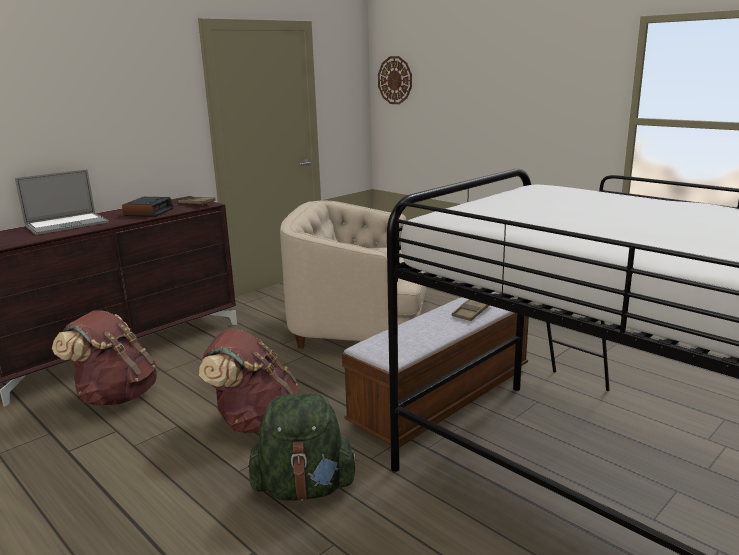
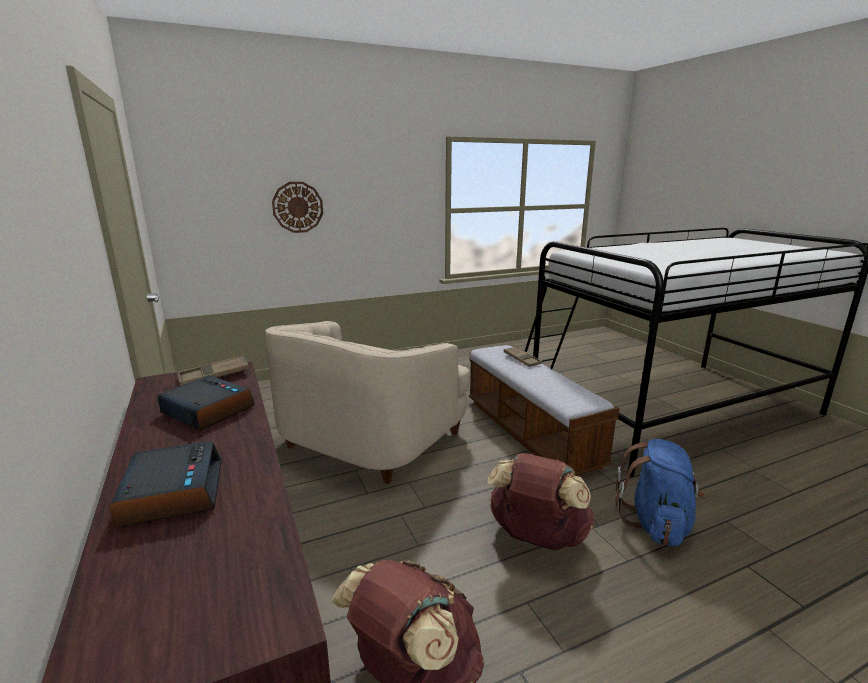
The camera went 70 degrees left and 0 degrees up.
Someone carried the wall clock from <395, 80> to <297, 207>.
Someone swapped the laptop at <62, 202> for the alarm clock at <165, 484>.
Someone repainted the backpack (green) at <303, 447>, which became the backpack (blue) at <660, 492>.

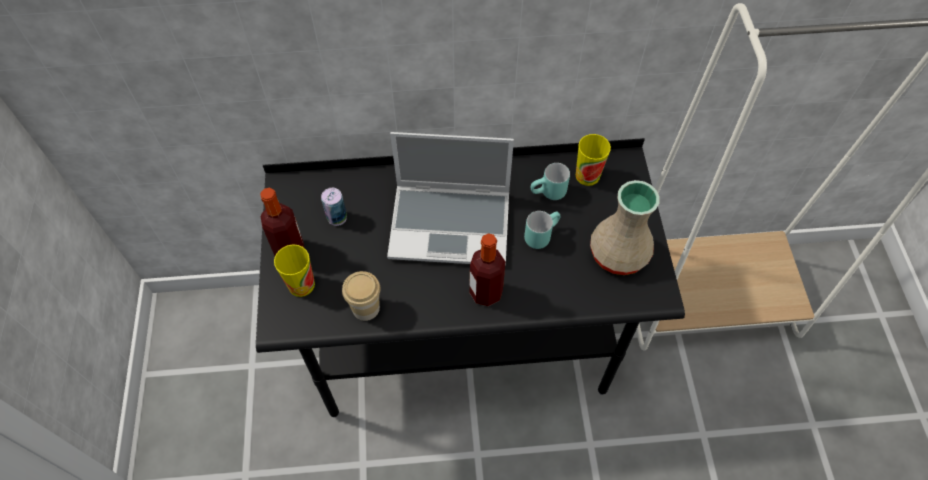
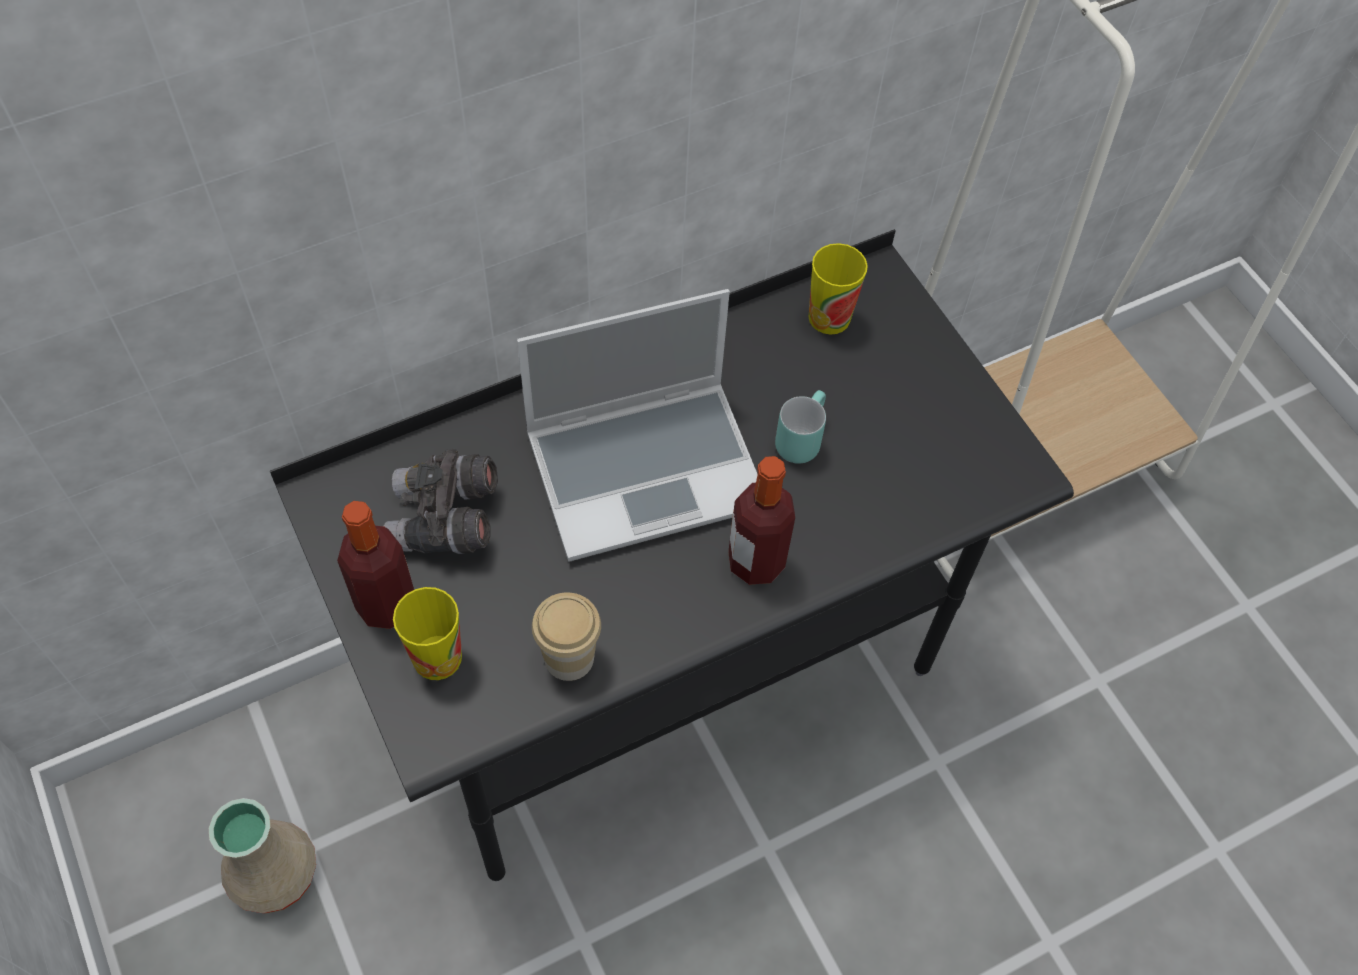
The camera went 25 degrees left and 0 degrees up.
Someone took away the mug (turquoise) at <550, 181>.
Someone carried the vase (beige) from <625, 227> to <262, 855>.
Someone swapped the can at <334, 207> for the binoculars (grey) at <440, 501>.

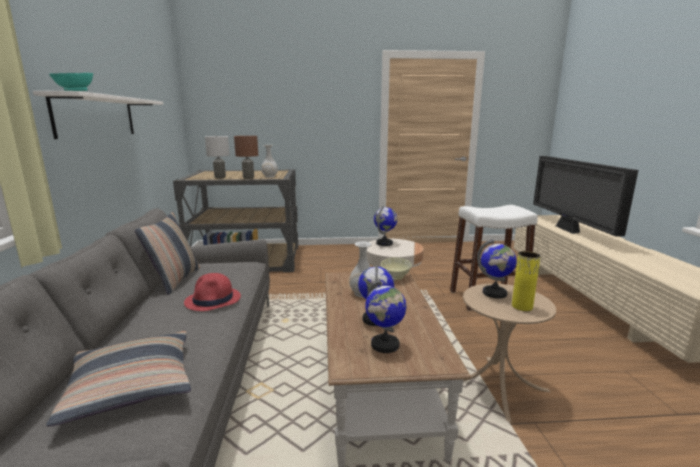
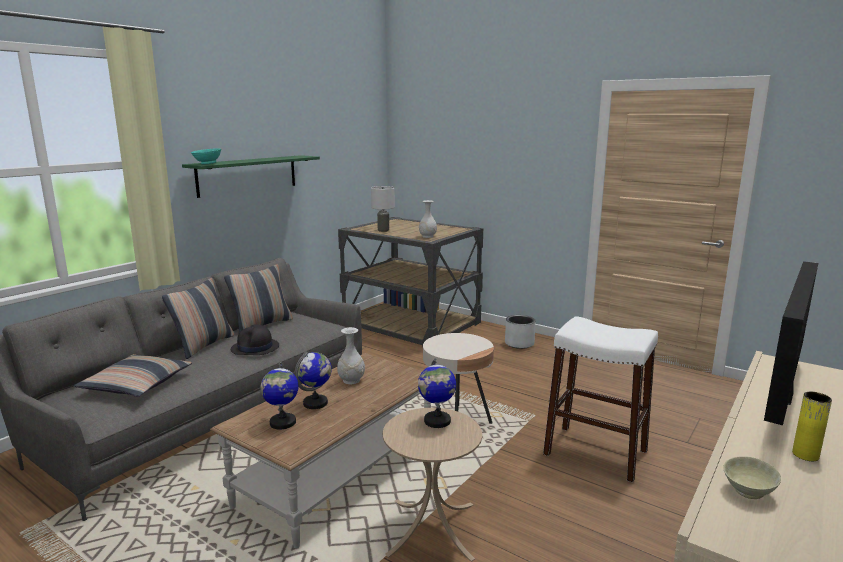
The camera went 40 degrees right and 0 degrees up.
Someone took away the table lamp (brown) at <246, 157>.
Someone took away the globe at <386, 226>.
Someone put down the pillow at <198, 318>.
Someone put down the planter (grey) at <520, 332>.
Someone carried the bowl (beige) from <396, 269> to <752, 478>.
Someone carried the vase (yellow) from <526, 281> to <812, 426>.
Someone repainted the shelf (white) at <98, 115>, which became the shelf (green) at <251, 176>.
Someone repainted the hat (red) at <212, 292>, which became the hat (black) at <255, 340>.

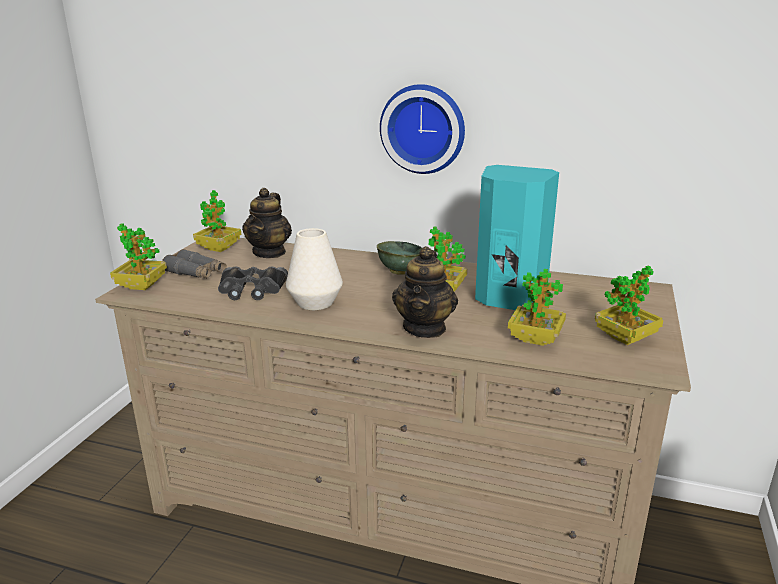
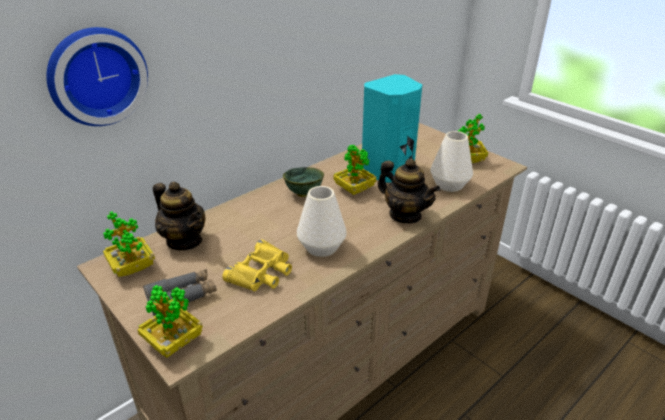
The camera went 60 degrees left and 10 degrees up.
Someone carried the wall clock from <422, 129> to <97, 76>.
Someone swapped the potted plant at <537, 307> for the vase (white) at <451, 161>.
Someone repainted the binoculars (black) at <253, 283>, which became the binoculars (yellow) at <257, 265>.

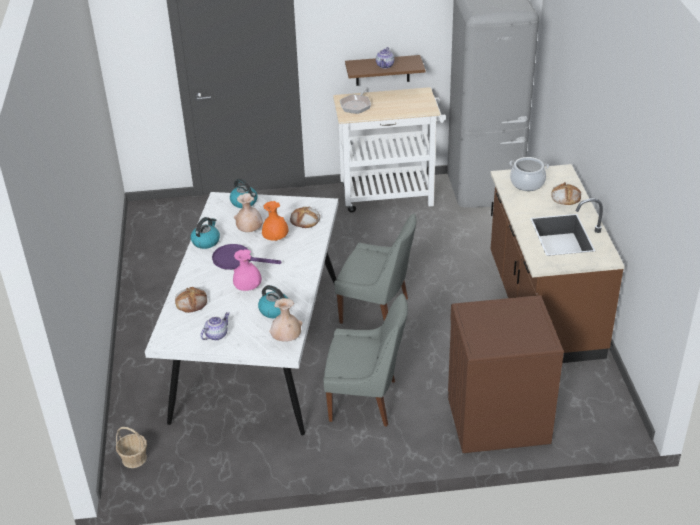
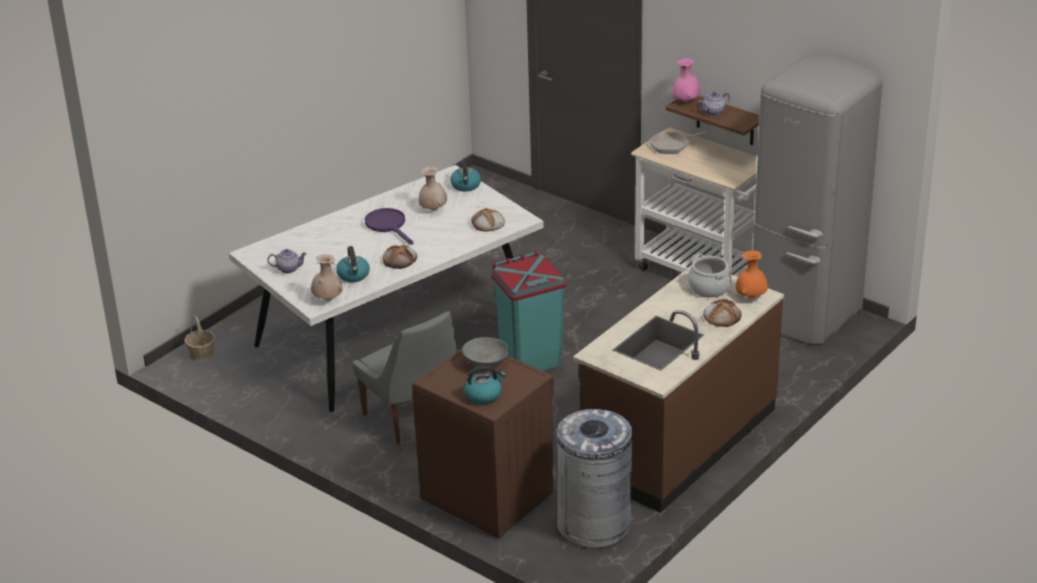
The camera went 45 degrees right and 5 degrees down.
Someone put down the bowl (grey) at <485, 352>.
Someone put down the trash can (grey) at <594, 478>.
Someone carried the bread from <191, 300> to <399, 257>.
Someone carried the kettle from <205, 233> to <485, 384>.
Someone carried the vase (pink) from <247, 270> to <686, 80>.
Someone carried the vase (orange) from <275, 221> to <752, 275>.
Someone swapped the chair (grey) at <375, 268> for the trash can (turquoise) at <528, 311>.

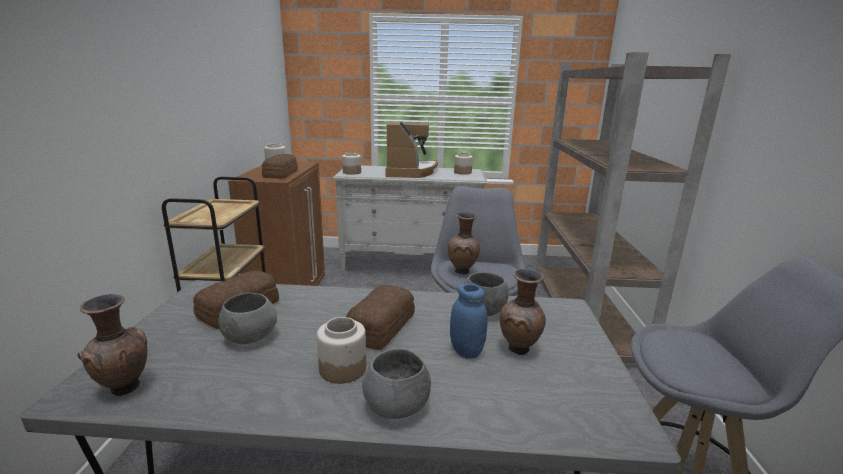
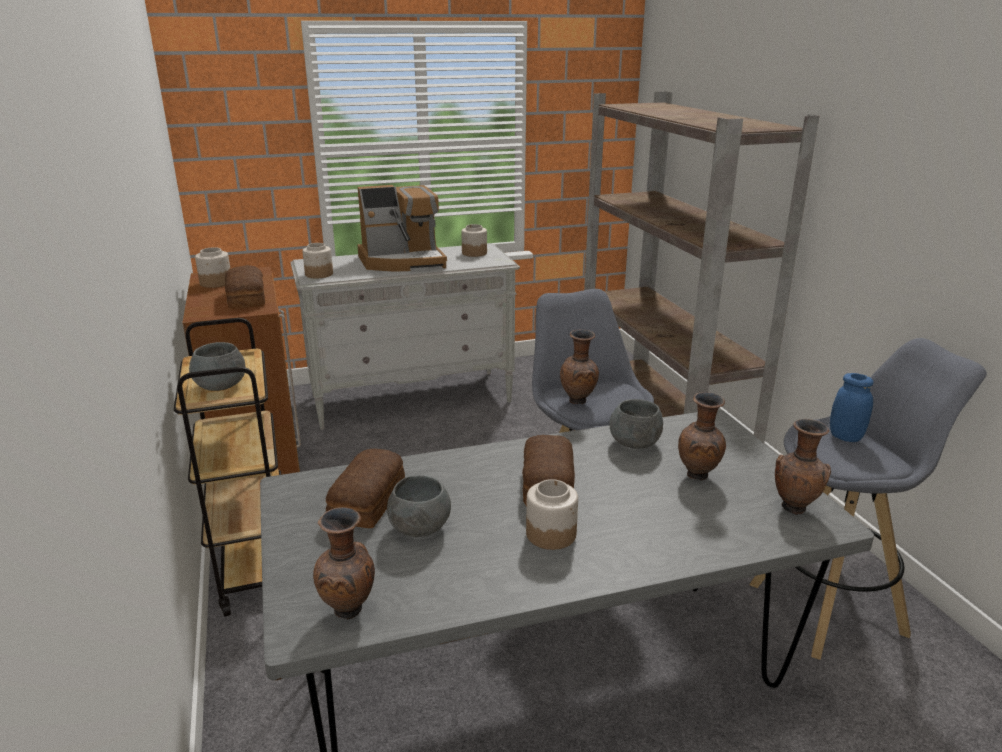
The camera went 20 degrees left and 5 degrees up.
Someone put down the vase (brown) at <803, 467>.
Someone carried the bowl (grey) from <396, 383> to <217, 366>.
Someone carried the jar (blue) from <469, 321> to <851, 407>.
Someone rotated the coffee machine at <412, 150> by 90 degrees clockwise.

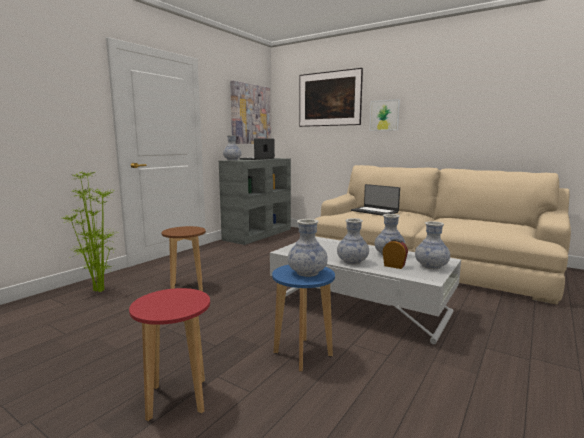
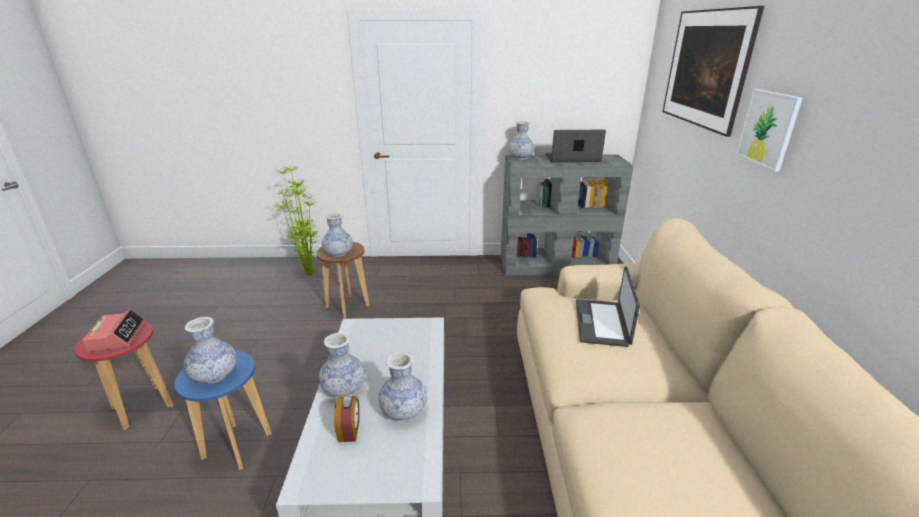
The camera went 55 degrees right and 15 degrees up.
Someone took away the picture at <250, 112>.
Someone put down the alarm clock at <114, 330>.
Someone carried the vase from <432, 245> to <337, 235>.

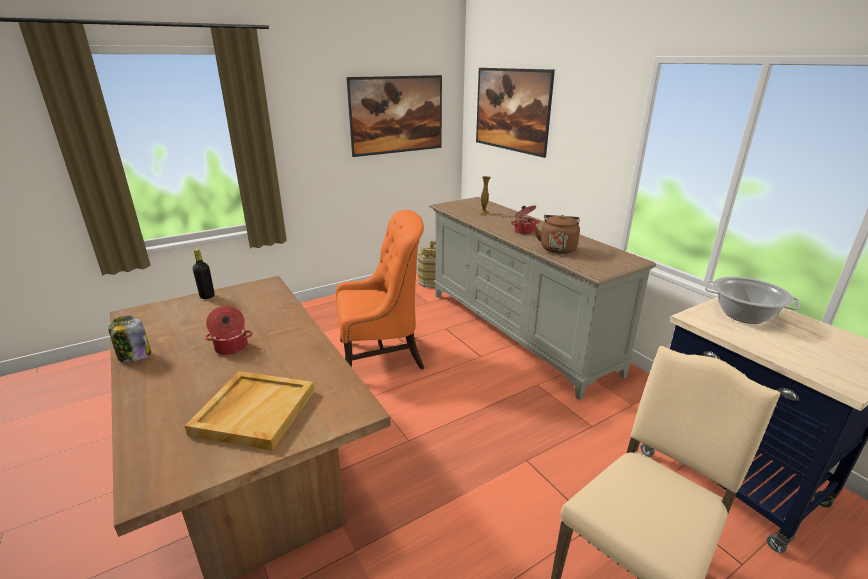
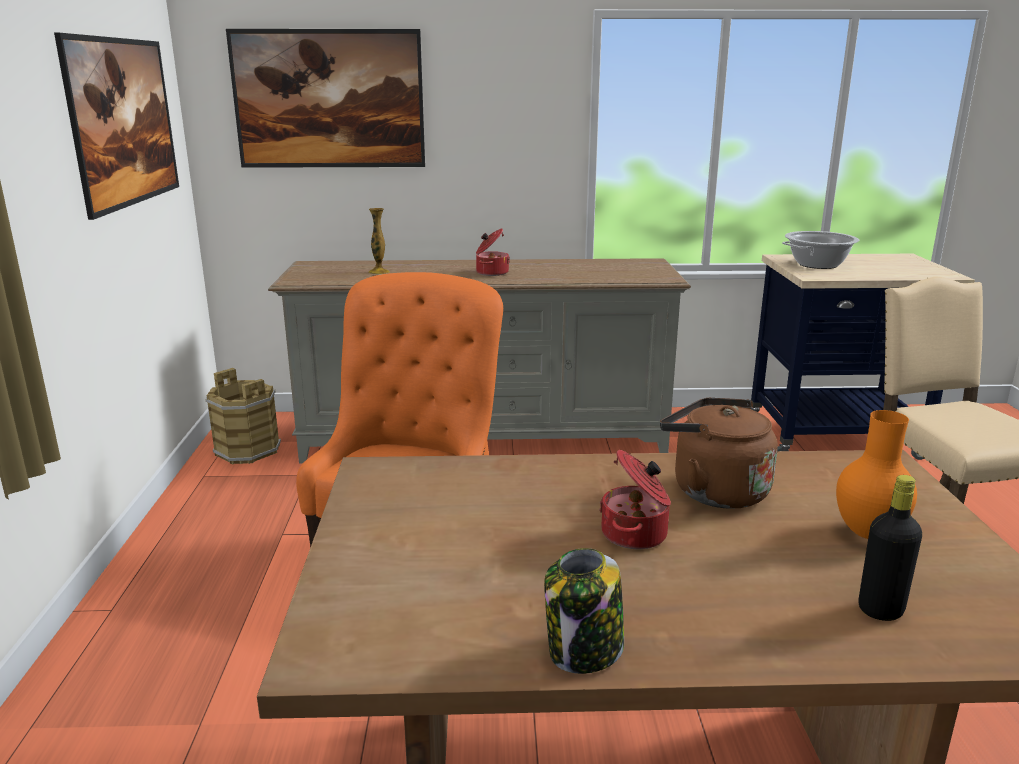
The camera went 60 degrees left and 5 degrees down.
Someone carried the bottle (black) from <204, 274> to <890, 548>.
Someone carried the kettle (brown) from <557, 234> to <719, 453>.
Someone swapped the tray (beige) at <250, 411> for the vase (orange) at <876, 474>.

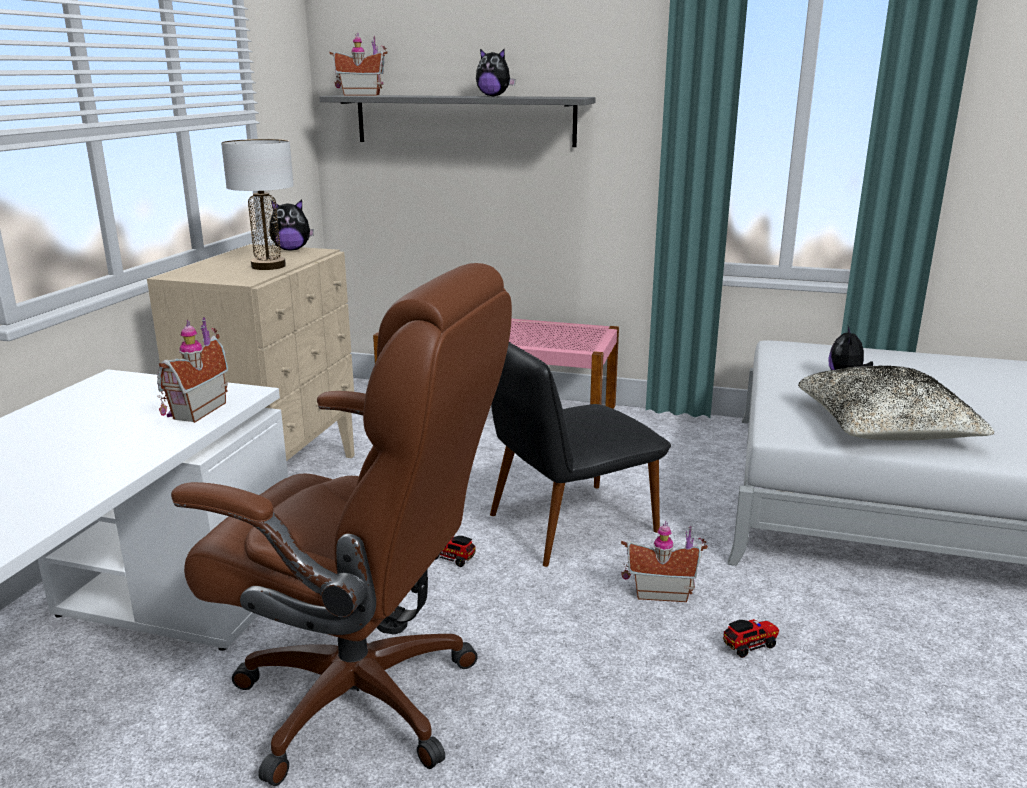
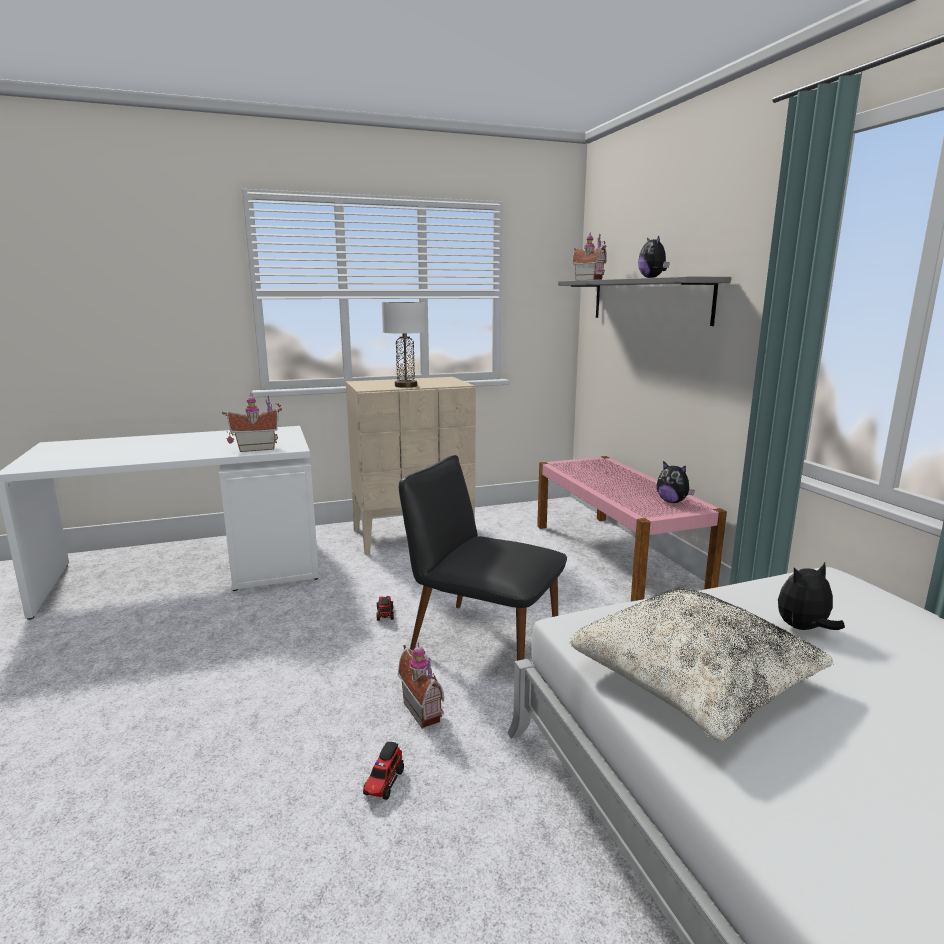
The camera went 55 degrees right and 5 degrees down.
Someone took away the office chair (brown) at <341, 524>.
Someone carried the plush toy from <291, 225> to <676, 482>.
Someone rotated the toy truck at <751, 638> by 75 degrees clockwise.

